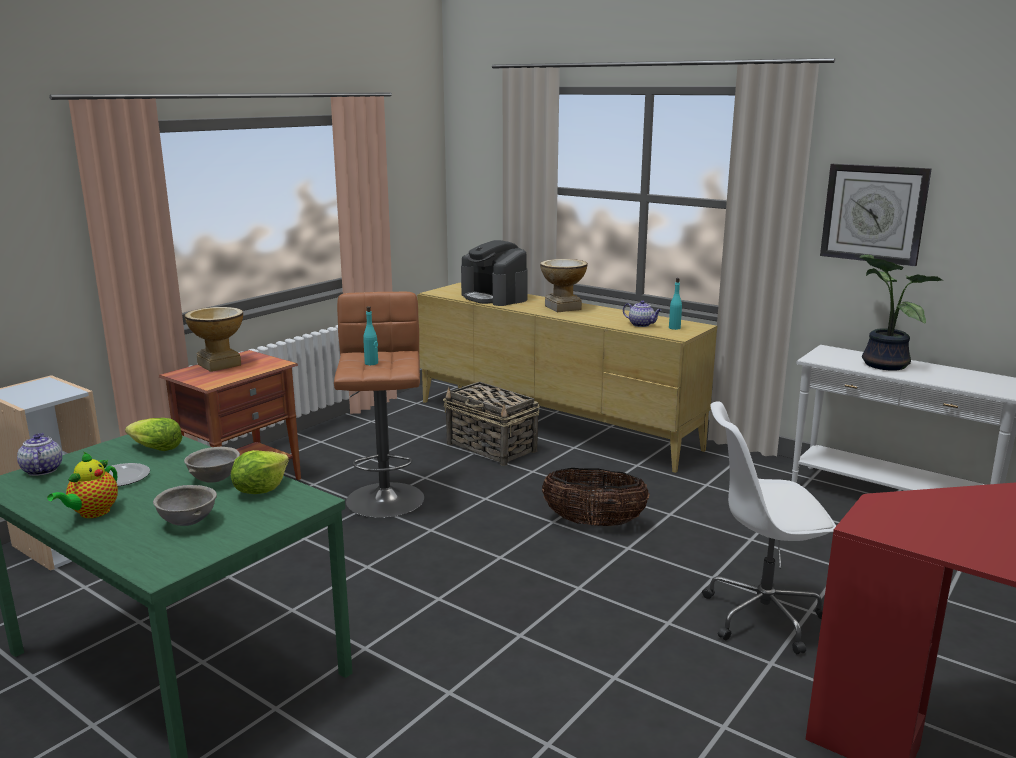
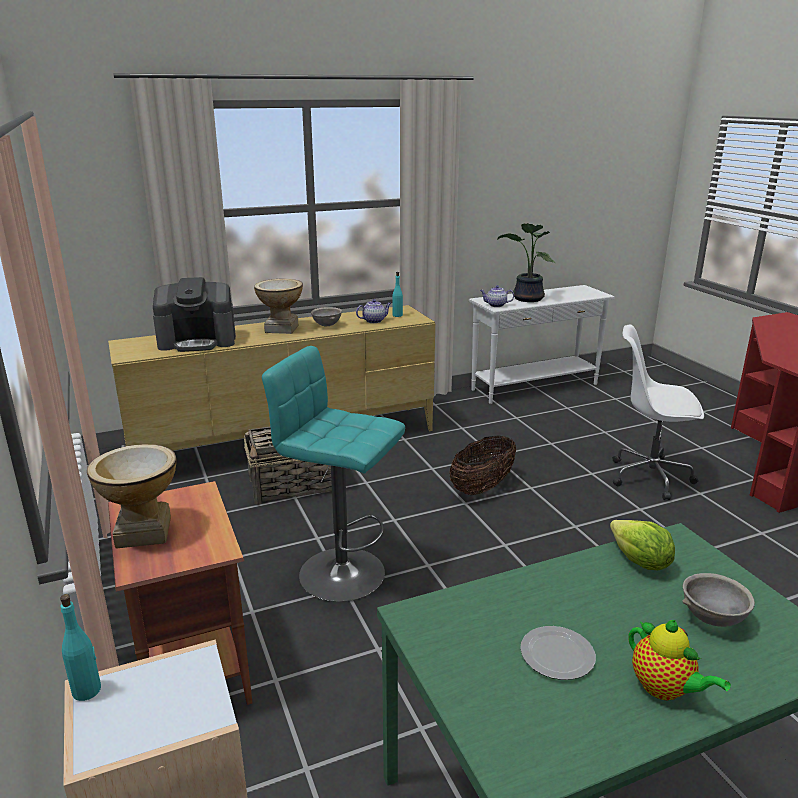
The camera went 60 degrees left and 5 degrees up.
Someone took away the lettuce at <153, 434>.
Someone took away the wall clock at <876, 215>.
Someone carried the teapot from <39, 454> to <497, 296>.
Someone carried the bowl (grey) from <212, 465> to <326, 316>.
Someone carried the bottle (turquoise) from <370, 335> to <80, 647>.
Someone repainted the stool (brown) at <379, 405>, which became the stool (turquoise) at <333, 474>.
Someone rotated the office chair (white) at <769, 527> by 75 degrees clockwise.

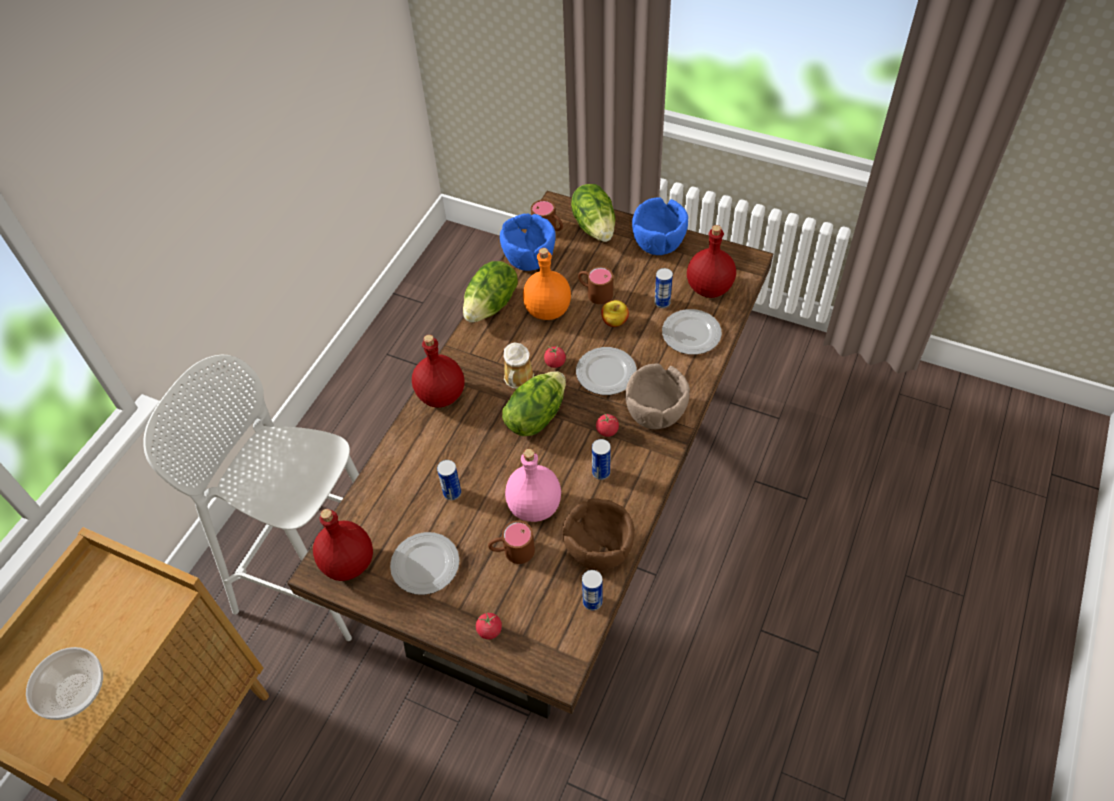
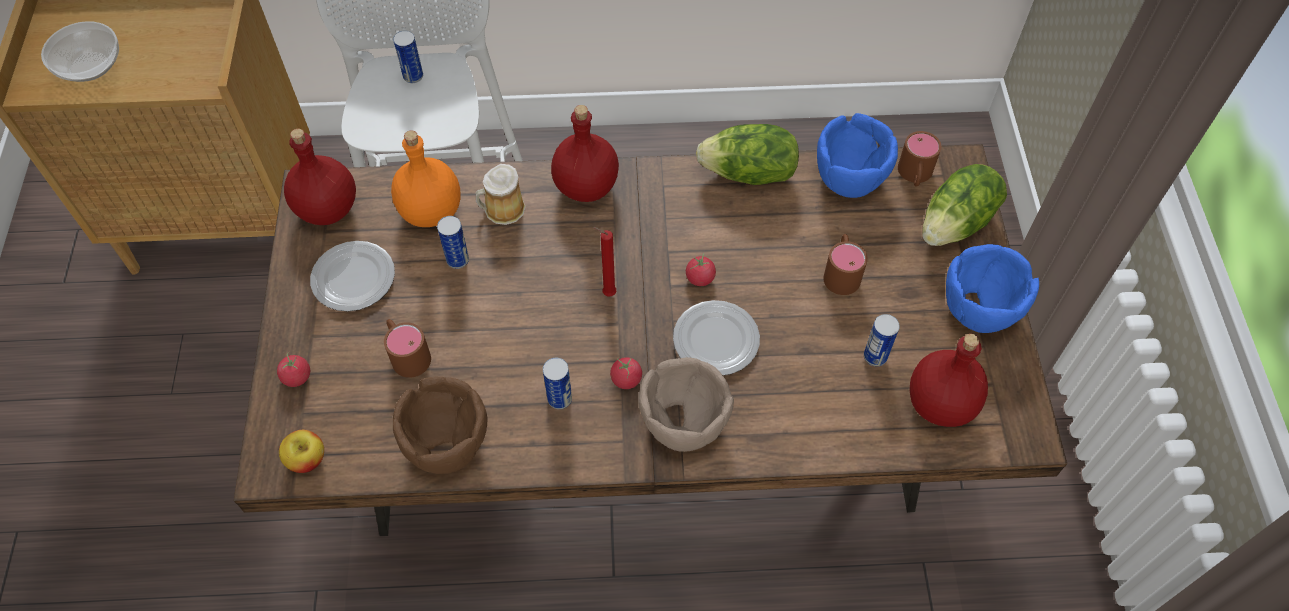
The camera went 60 degrees right and 5 degrees up.
Someone took away the bottle (pink) at <533, 485>.
Someone took away the plate at <692, 332>.
Someone carried the mug from <519, 365> to <501, 194>.
Someone carried the bottle (orange) from <547, 284> to <426, 179>.
Someone carried the can from <592, 590> to <408, 57>.
Someone carried the apple from <615, 313> to <301, 451>.
Someone swapped the lettuce at <534, 403> for the candle (red) at <605, 261>.

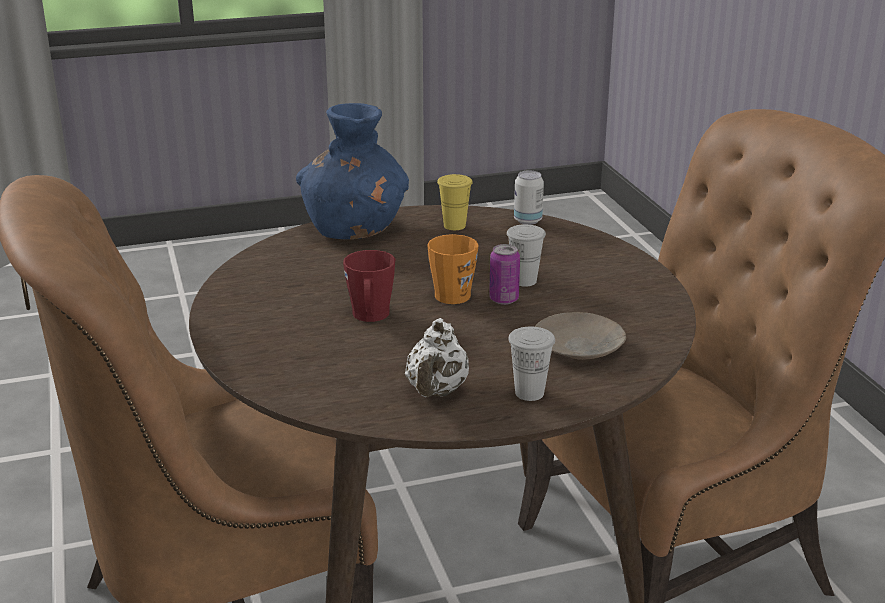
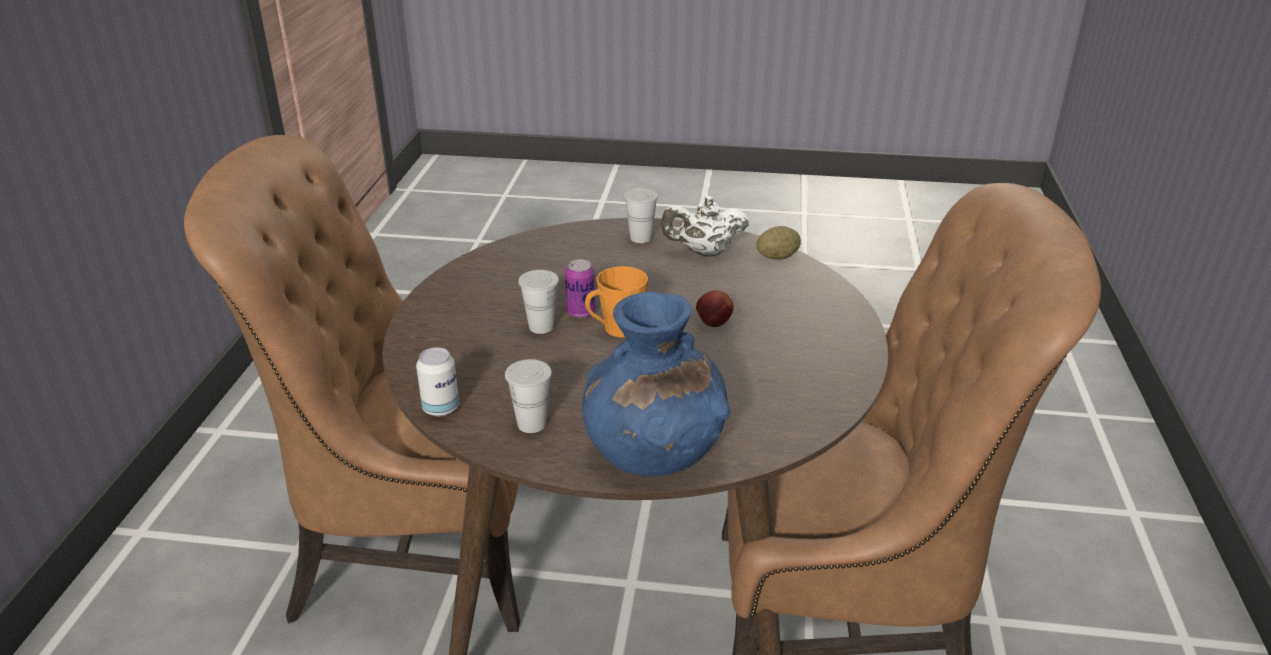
The camera went 155 degrees left and 5 degrees up.
Someone took away the plate (beige) at <580, 336>.
Someone put down the potato at <779, 243>.
Someone swapped the mug (red) at <369, 286> for the apple at <715, 308>.
Someone repainted the cup (yellow) at <455, 202>, which became the cup (white) at <528, 396>.
Someone rotated the teapot (white) at <437, 357> by 135 degrees counterclockwise.

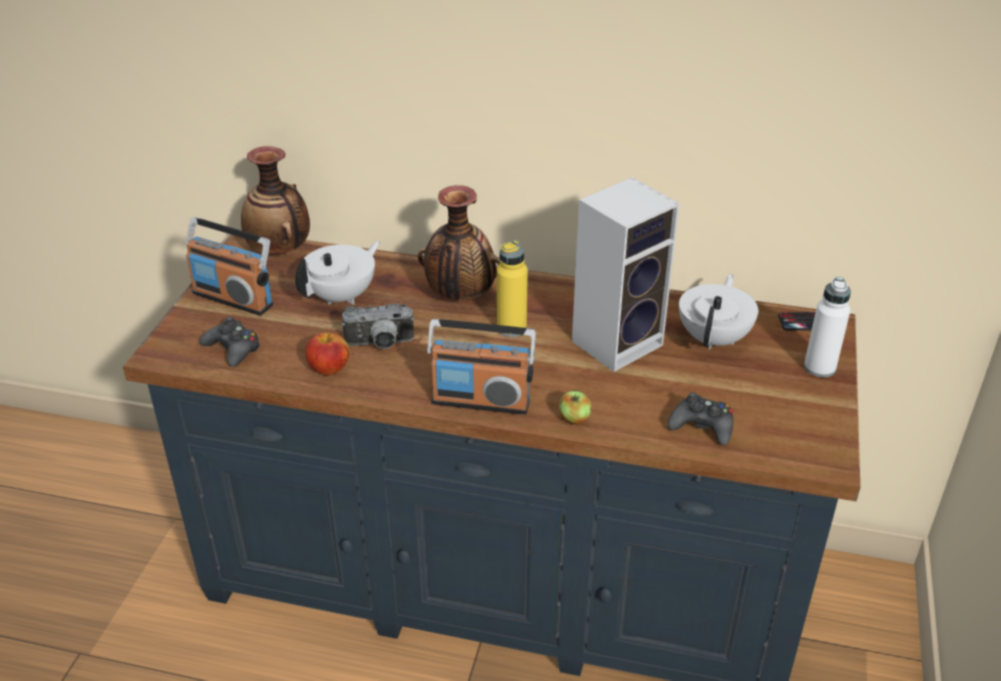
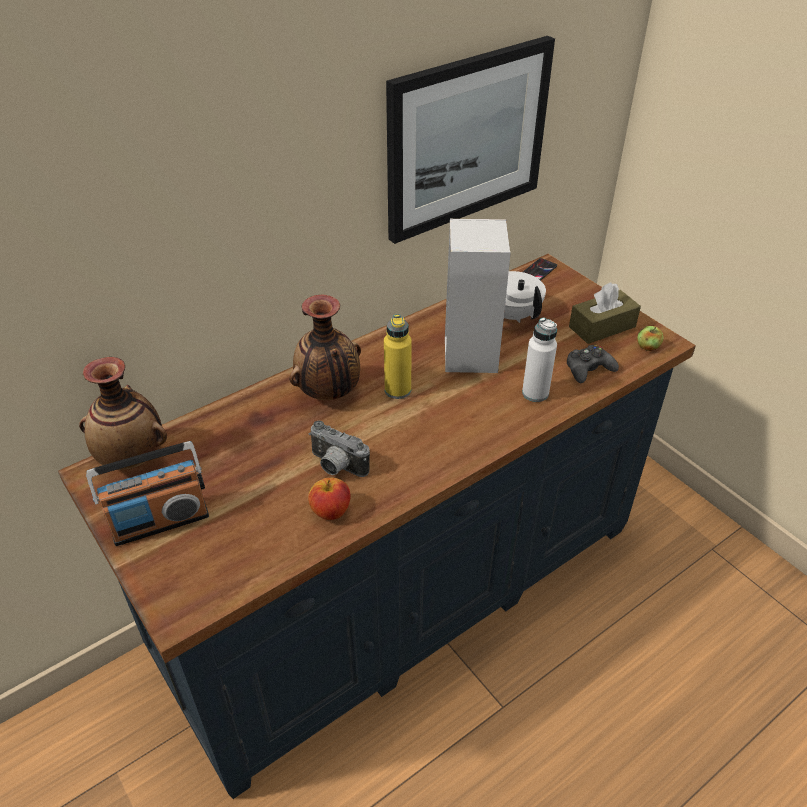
The camera went 50 degrees left and 5 degrees up.
Someone took away the game controller (black) at <230, 342>.
Someone took away the teapot (white) at <337, 273>.
Someone took away the radio at <481, 367>.
Someone put up the picture at <470, 140>.
Someone put down the tissue box (brown) at <605, 313>.
Someone carried the apple from <575, 407> to <650, 338>.
Someone carried the bottle (white) from <827, 327> to <539, 359>.
Someone rotated the photo camera at <378, 326> by 90 degrees clockwise.

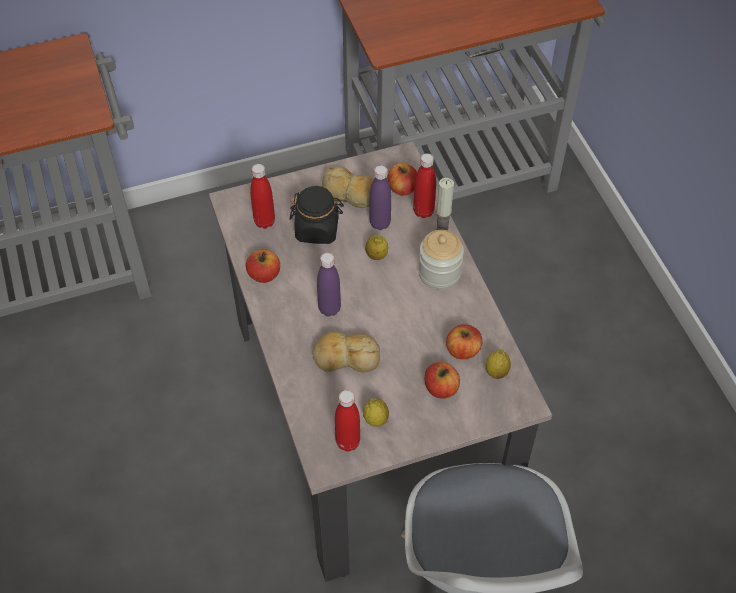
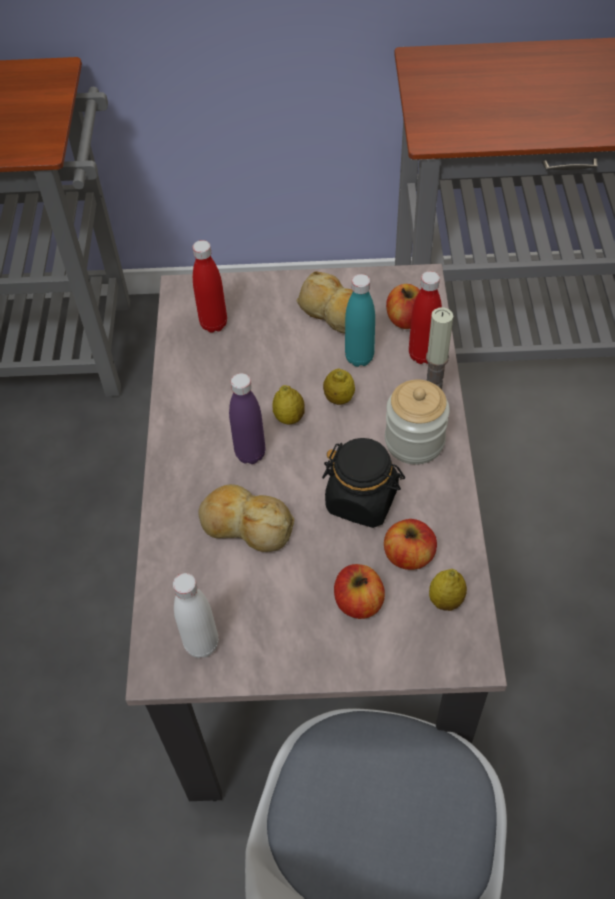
The camera went 20 degrees right and 0 degrees up.
Someone took away the apple at <263, 266>.
Someone carried the jar (black) from <317, 215> to <363, 483>.
Someone carried the lemon from <376, 412> to <289, 404>.
Someone repainted the bottle (red) at <347, 421>, which became the bottle (white) at <195, 615>.
Someone repainted the bottle (purple) at <380, 197>, which became the bottle (turquoise) at <360, 320>.

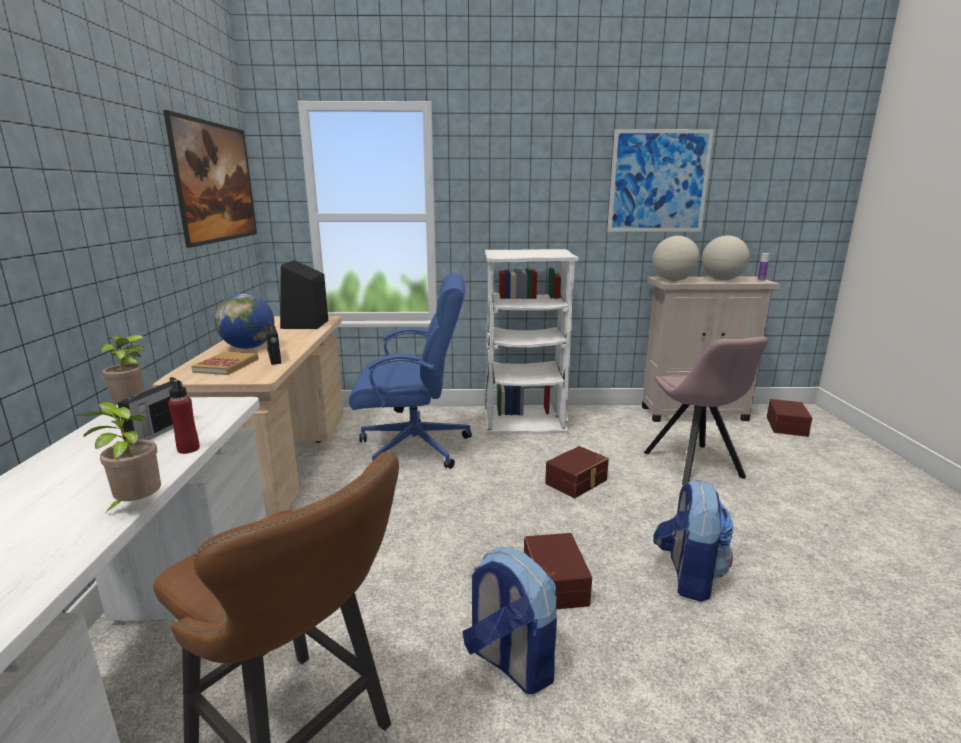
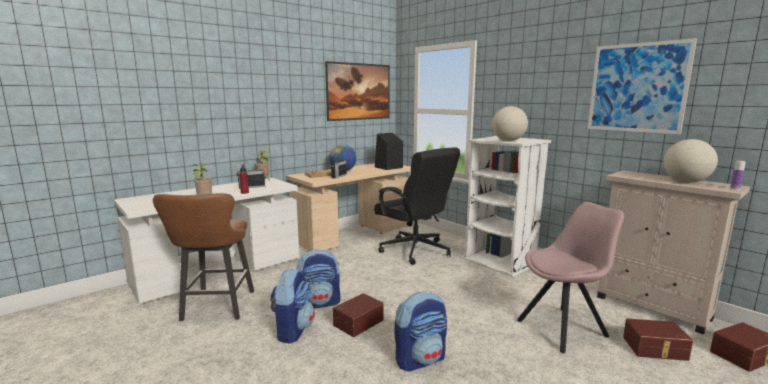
The camera went 50 degrees right and 5 degrees down.
Someone put down the backpack at <318, 278>.
Someone carried the storage box (brown) from <577, 472> to <658, 340>.
Someone carried the globe from <676, 258> to <510, 123>.
Someone repainted the office chair (blue) at <410, 371>, which became the office chair (black) at <417, 206>.
Someone rotated the chair (pink) at <706, 410> by 150 degrees counterclockwise.

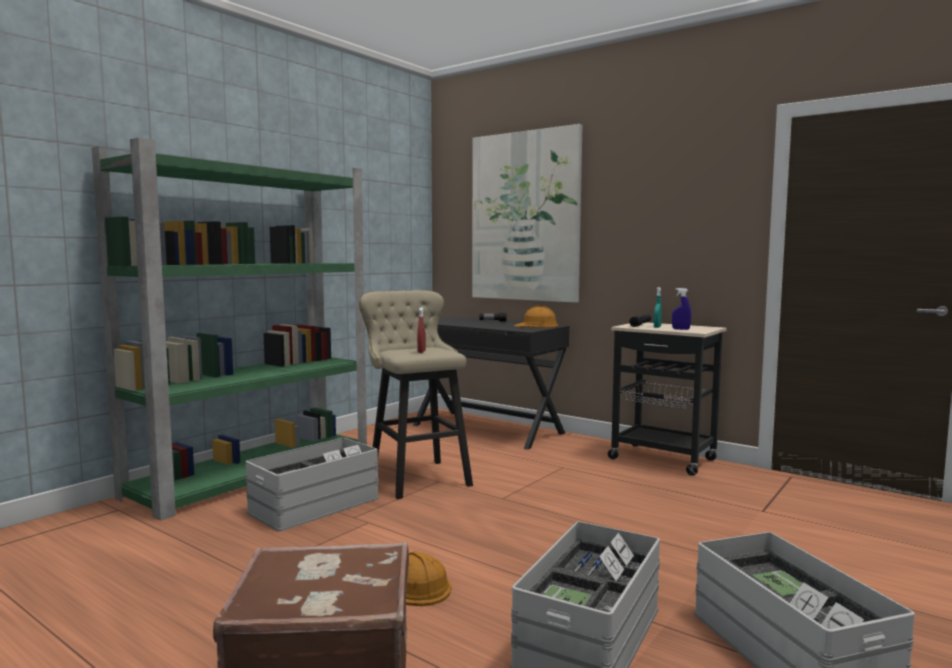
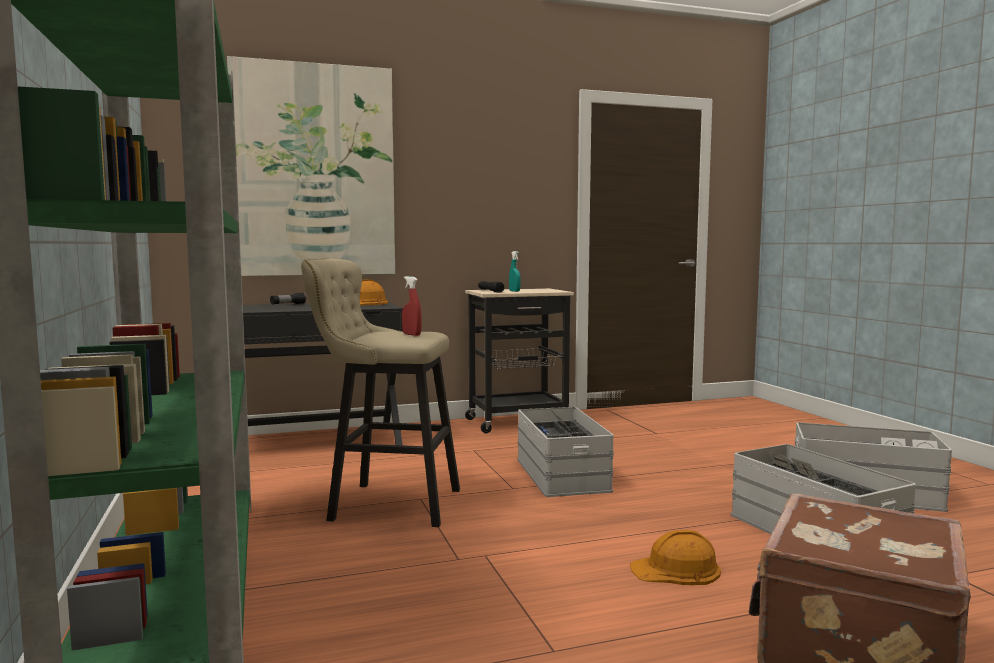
The camera went 55 degrees left and 0 degrees up.
Someone took away the spray bottle (blue) at <681, 309>.
Someone carried the storage box (grey) from <312, 484> to <565, 452>.

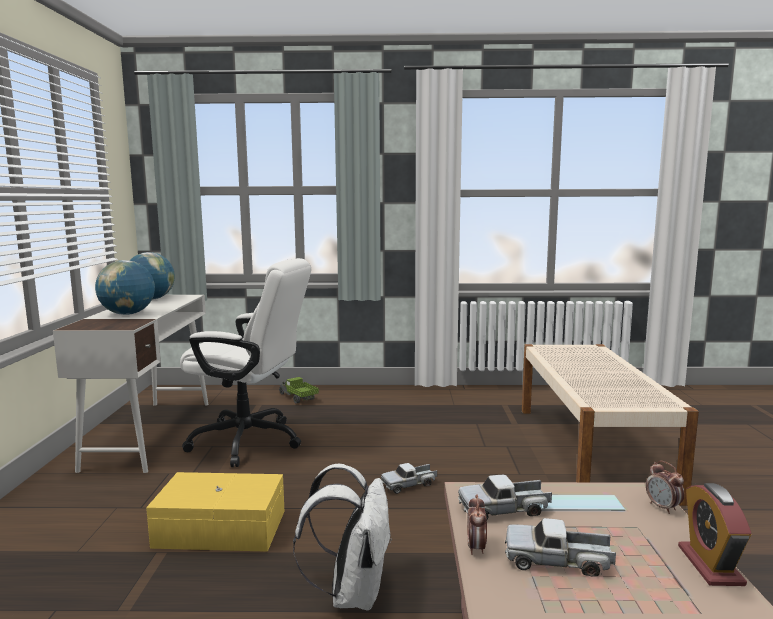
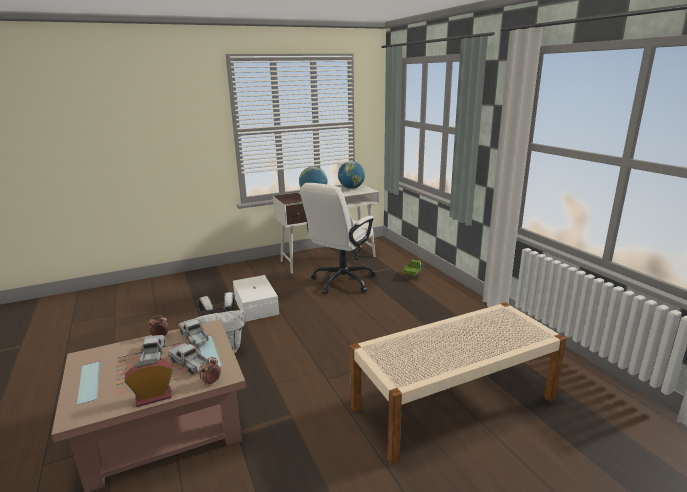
The camera went 65 degrees right and 10 degrees up.
Someone carried the toy truck from <409, 478> to <188, 358>.
Someone repainted the storage box (yellow) at <215, 512>, which became the storage box (white) at <256, 298>.
Someone rotated the office chair (white) at <245, 362> by 45 degrees clockwise.

